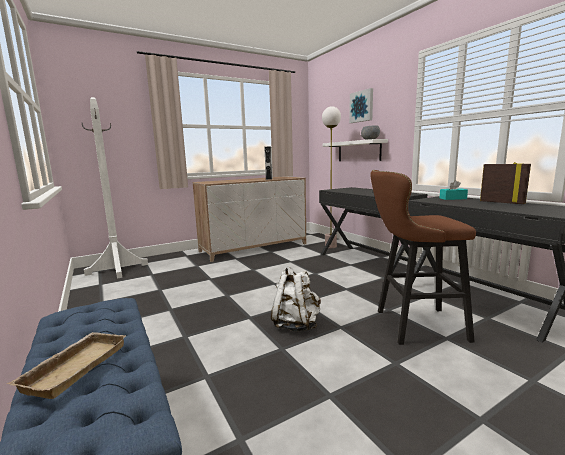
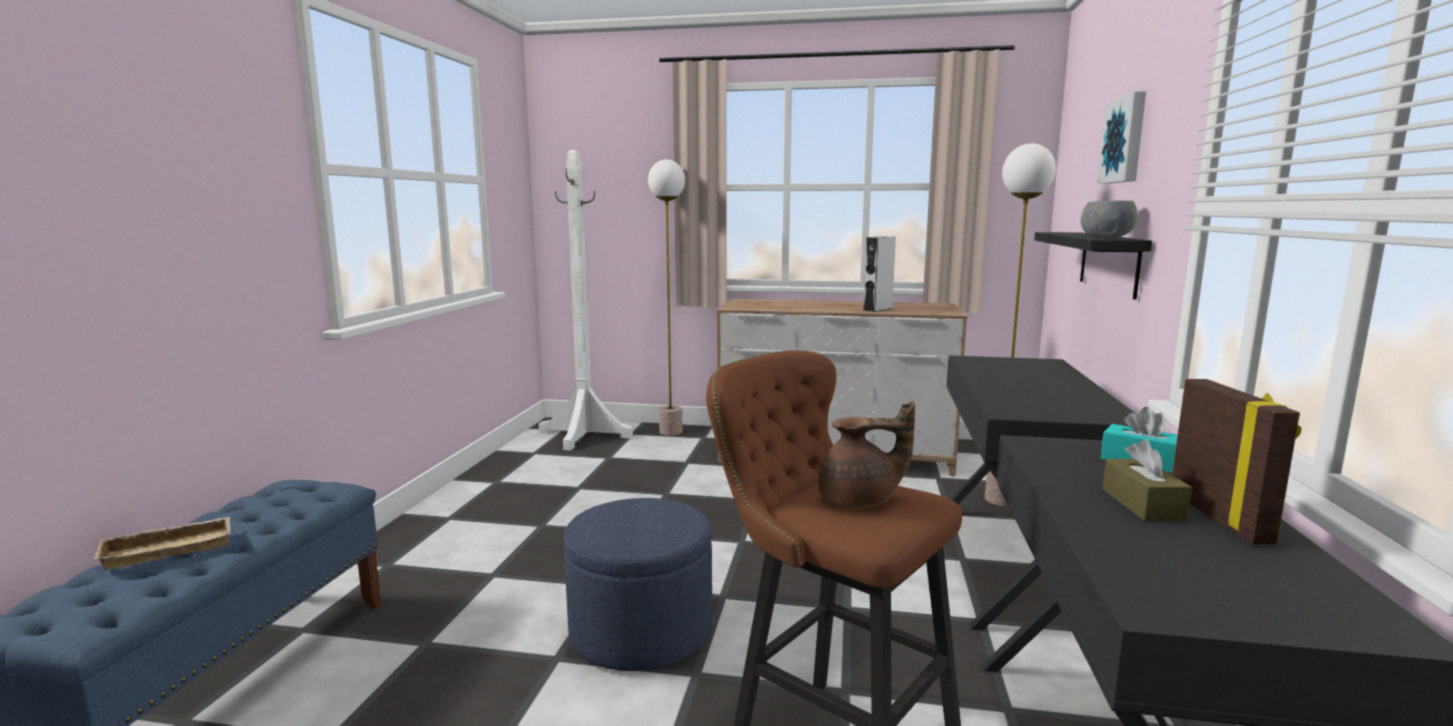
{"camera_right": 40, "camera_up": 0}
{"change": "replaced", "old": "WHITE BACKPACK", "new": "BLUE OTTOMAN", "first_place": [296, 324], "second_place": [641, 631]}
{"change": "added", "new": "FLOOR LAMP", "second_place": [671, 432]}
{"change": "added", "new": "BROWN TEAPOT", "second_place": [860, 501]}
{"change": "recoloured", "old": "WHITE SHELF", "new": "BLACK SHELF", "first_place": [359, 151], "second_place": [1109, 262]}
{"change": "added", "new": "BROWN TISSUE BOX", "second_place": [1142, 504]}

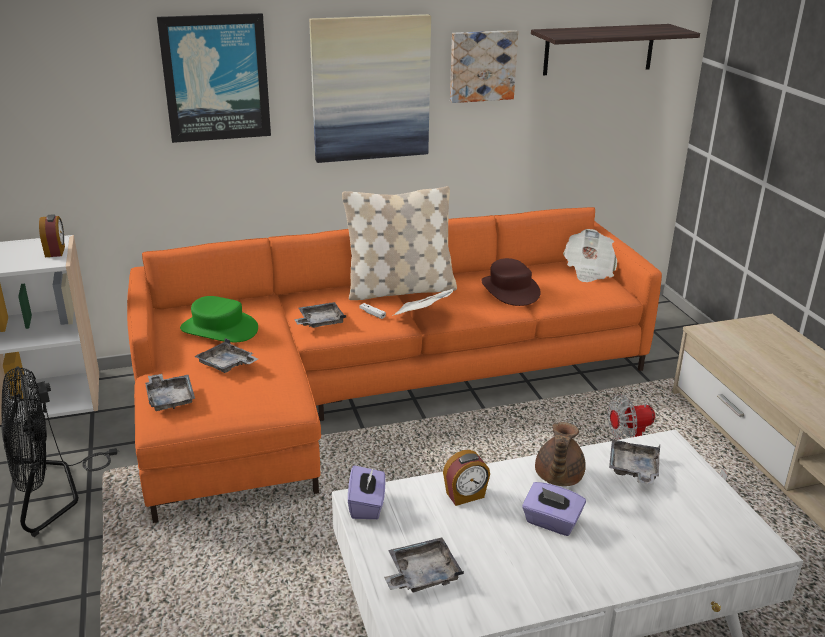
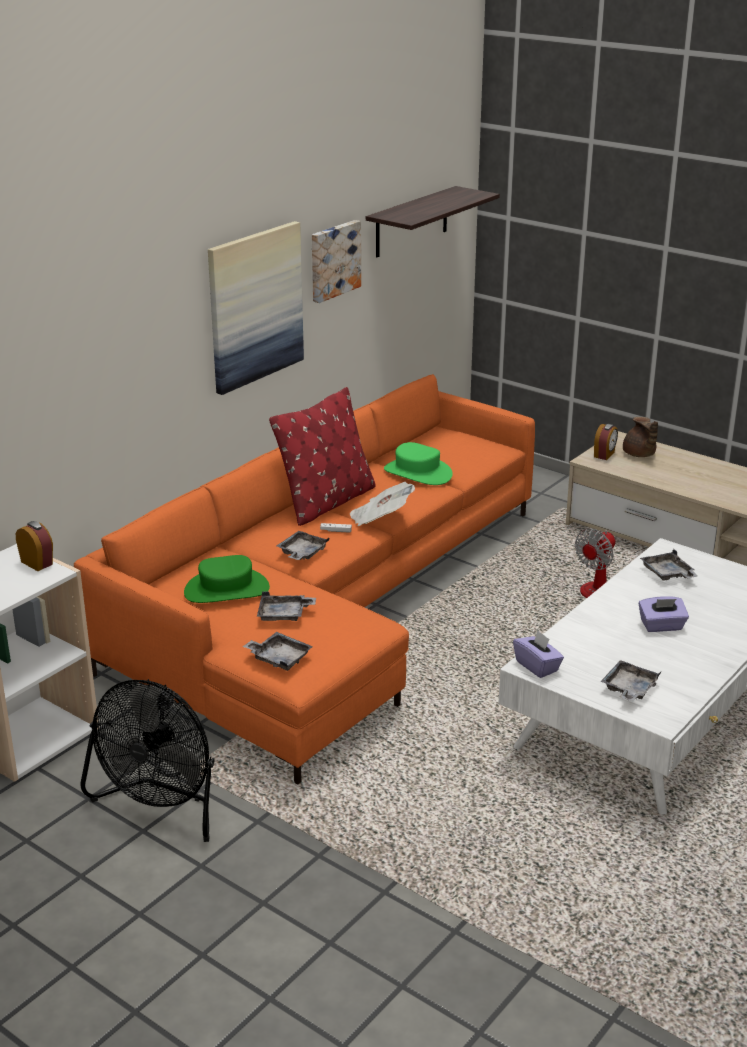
{"camera_right": -35, "camera_up": 0}
{"change": "recoloured", "old": "BEIGE PILLOW", "new": "RED PILLOW", "first_place": [400, 290], "second_place": [327, 502]}
{"change": "recoloured", "old": "BROWN HAT", "new": "GREEN HAT", "first_place": [509, 290], "second_place": [417, 473]}
{"change": "moved", "old": "ALARM CLOCK", "first_place": [465, 496], "second_place": [604, 455]}
{"change": "moved", "old": "BROWN TEAPOT", "first_place": [557, 477], "second_place": [639, 454]}
{"change": "removed", "old": "PICTURE", "first_place": [216, 78]}
{"change": "removed", "old": "NEWSPAPER", "first_place": [589, 270]}

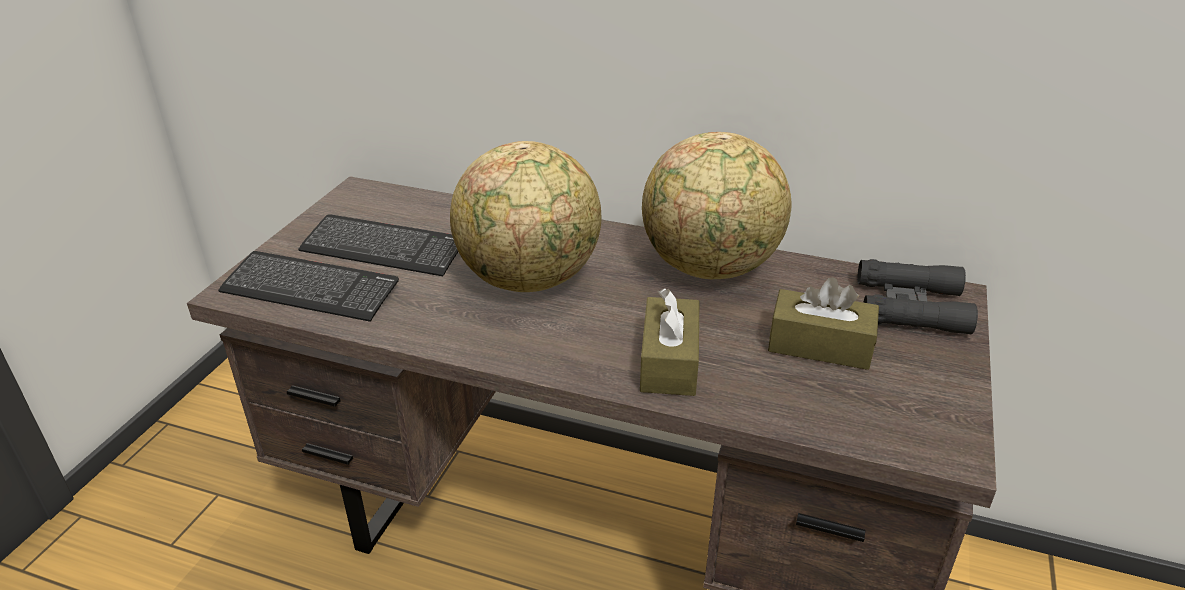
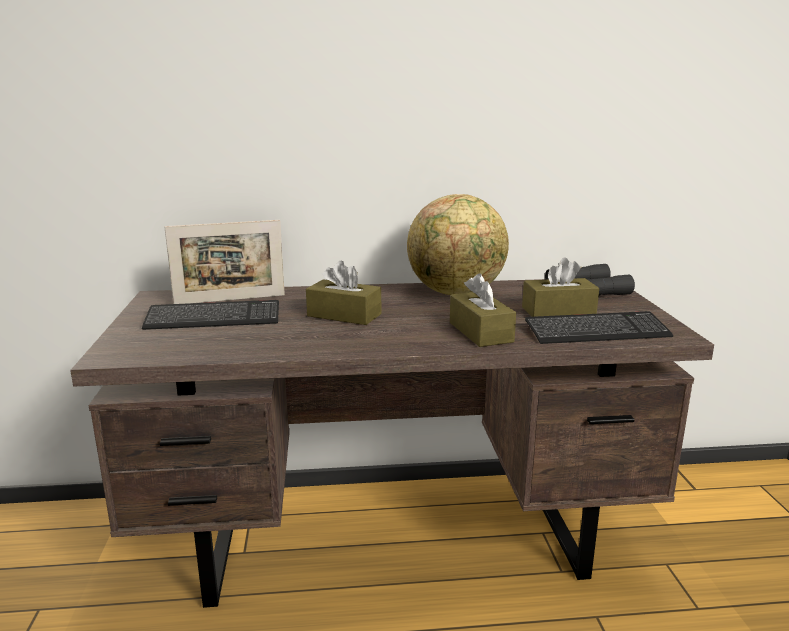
{"camera_right": -25, "camera_up": -15}
{"change": "added", "new": "PICTURE FRAME", "second_place": [230, 300]}
{"change": "replaced", "old": "GLOBE", "new": "BROWN TISSUE BOX", "first_place": [530, 280], "second_place": [344, 315]}
{"change": "moved", "old": "KEYBOARD", "first_place": [310, 289], "second_place": [596, 331]}

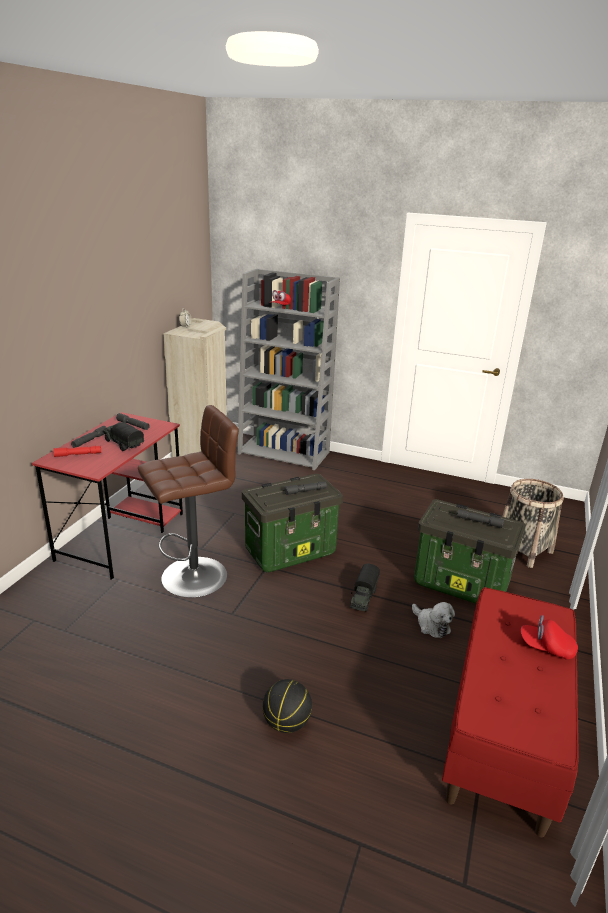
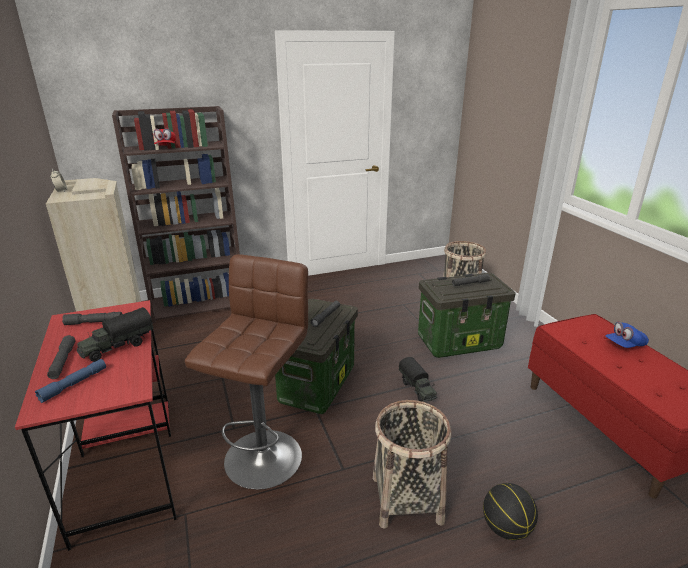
{"camera_right": -40, "camera_up": 0}
{"change": "recoloured", "old": "RED FLASHLIGHT", "new": "BLUE FLASHLIGHT", "first_place": [78, 454], "second_place": [74, 384]}
{"change": "turned", "old": "TOY TRUCK", "first_place": [123, 444], "second_place": [117, 347], "degrees": -45}
{"change": "recoloured", "old": "GREY BOOKCASE", "new": "BROWN BOOKCASE", "first_place": [285, 453], "second_place": [199, 303]}
{"change": "added", "new": "BASKET", "second_place": [407, 499]}
{"change": "recoloured", "old": "RED CAP", "new": "BLUE CAP", "first_place": [546, 647], "second_place": [624, 345]}
{"change": "removed", "old": "PLUSH TOY", "first_place": [431, 625]}

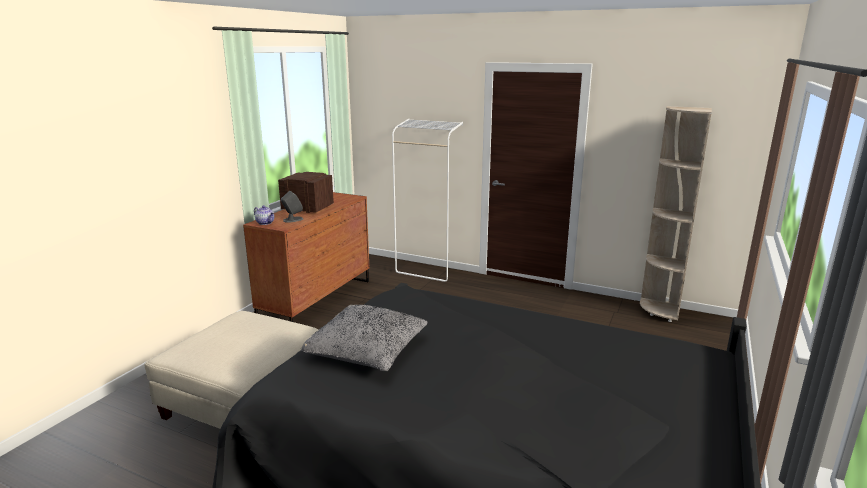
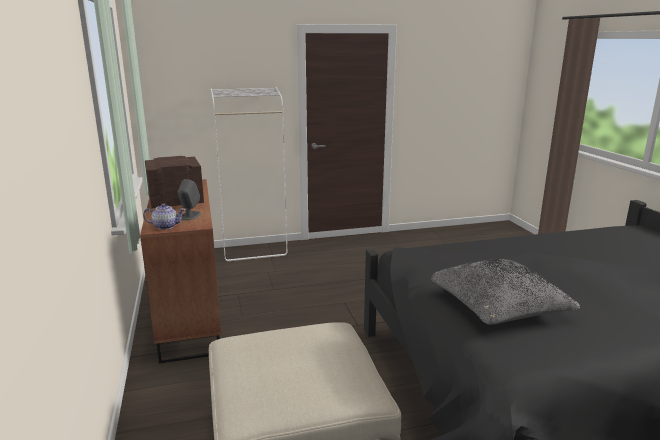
{"camera_right": -40, "camera_up": 0}
{"change": "removed", "old": "BEIGE BOOKCASE", "first_place": [659, 313]}

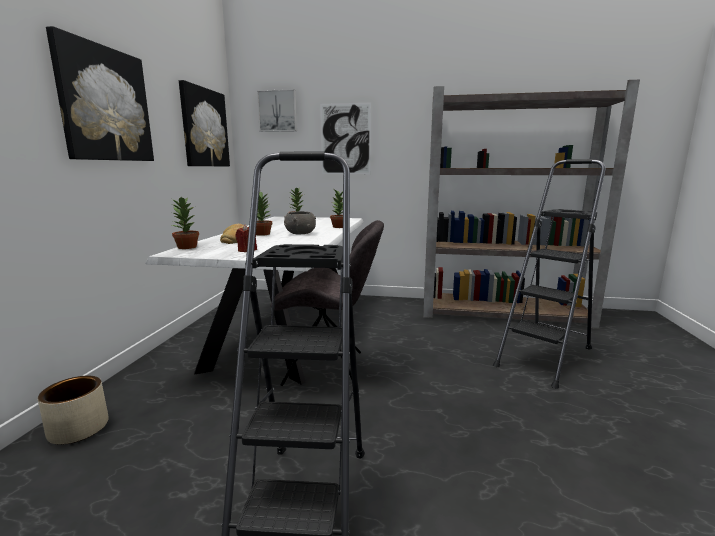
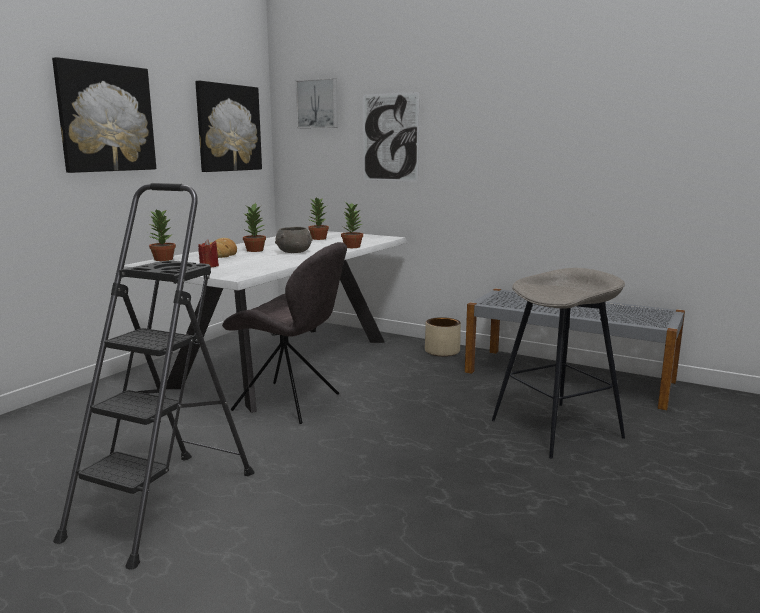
{"camera_right": 20, "camera_up": 0}
{"change": "moved", "old": "BEIGE PLANTER", "first_place": [78, 429], "second_place": [442, 351]}
{"change": "replaced", "old": "BROWN BOOKCASE", "new": "GREY BENCH", "first_place": [503, 312], "second_place": [568, 376]}
{"change": "replaced", "old": "STEP LADDER", "new": "GREY STOOL", "first_place": [545, 355], "second_place": [557, 429]}

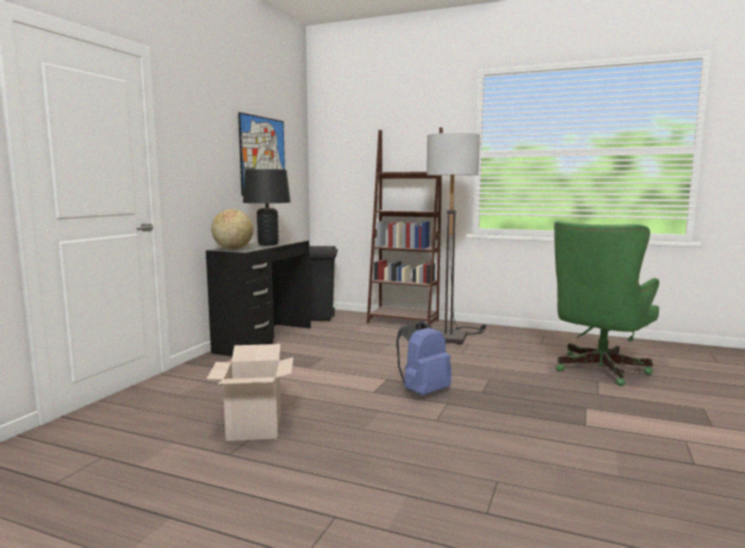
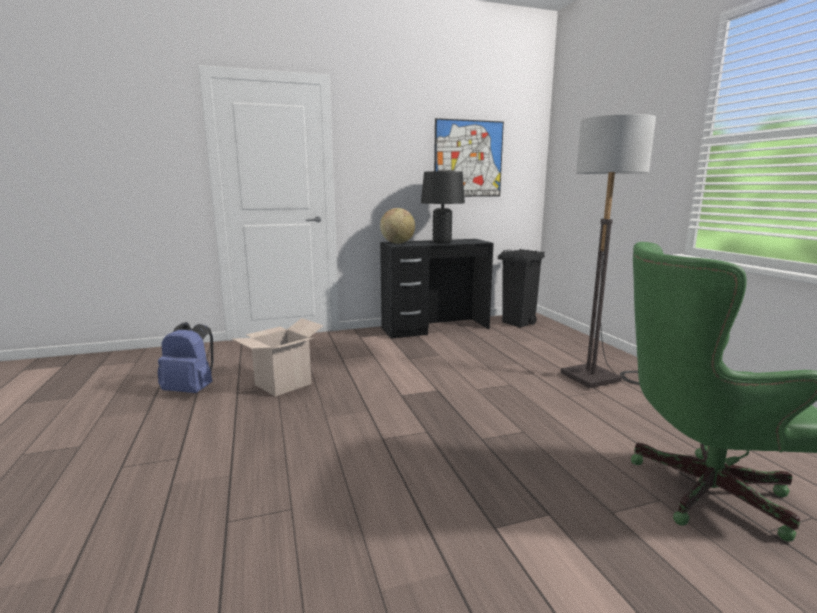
{"camera_right": 50, "camera_up": 5}
{"change": "moved", "old": "BLUE BACKPACK", "first_place": [423, 392], "second_place": [191, 390]}
{"change": "removed", "old": "BROWN BOOKCASE", "first_place": [403, 321]}

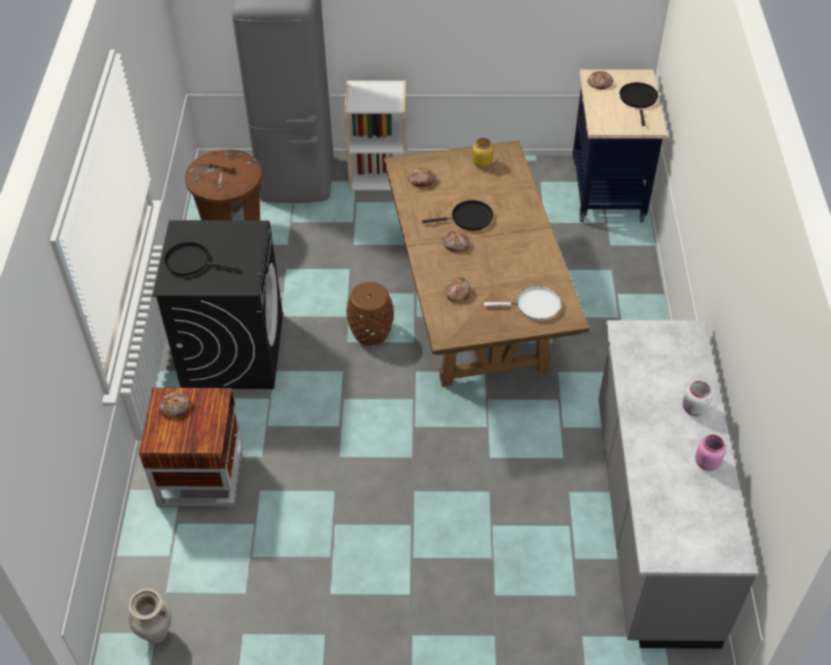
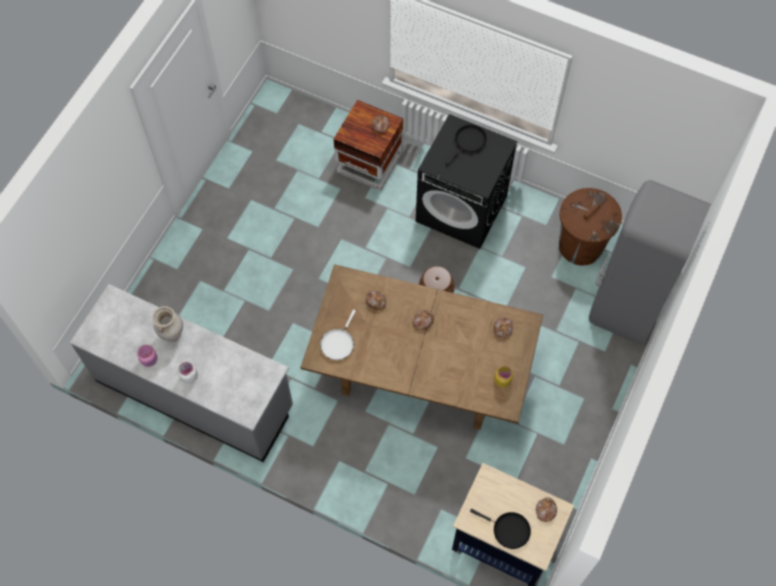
{"camera_right": 115, "camera_up": 15}
{"change": "moved", "old": "BEIGE VASE", "first_place": [156, 634], "second_place": [172, 335]}
{"change": "removed", "old": "WHITE BOOKCASE", "first_place": [379, 174]}
{"change": "removed", "old": "BLACK FRYING PAN", "first_place": [469, 218]}

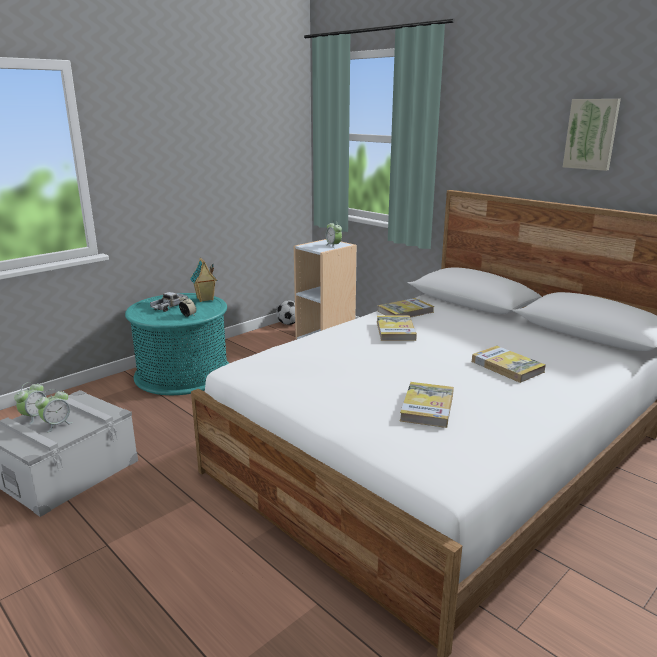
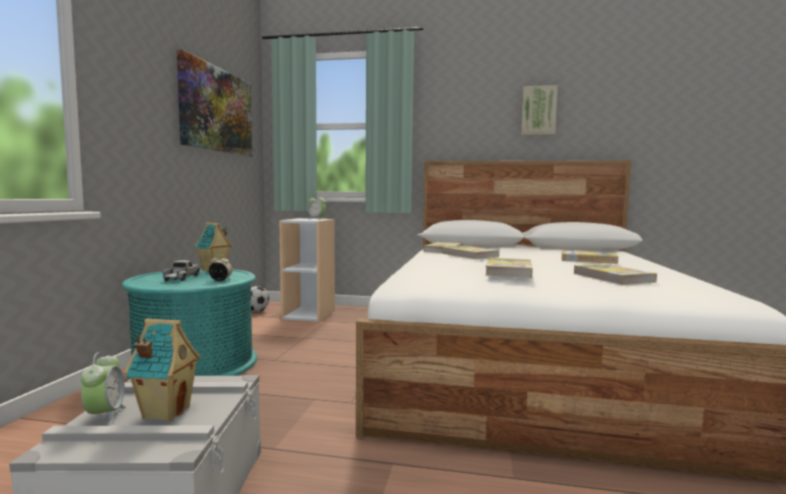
{"camera_right": -35, "camera_up": -15}
{"change": "replaced", "old": "ALARM CLOCK", "new": "TOY HOUSE", "first_place": [57, 425], "second_place": [165, 412]}
{"change": "added", "new": "PICTURE", "second_place": [217, 110]}
{"change": "added", "new": "BOOK", "second_place": [508, 271]}

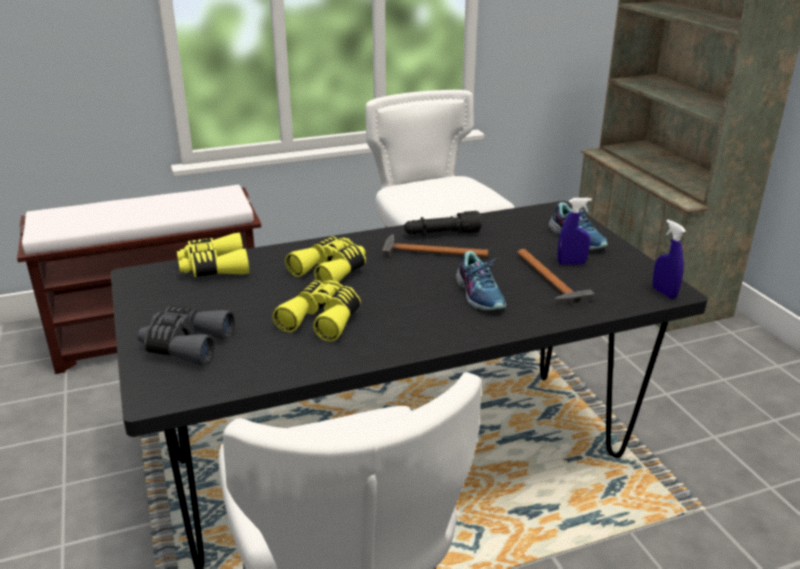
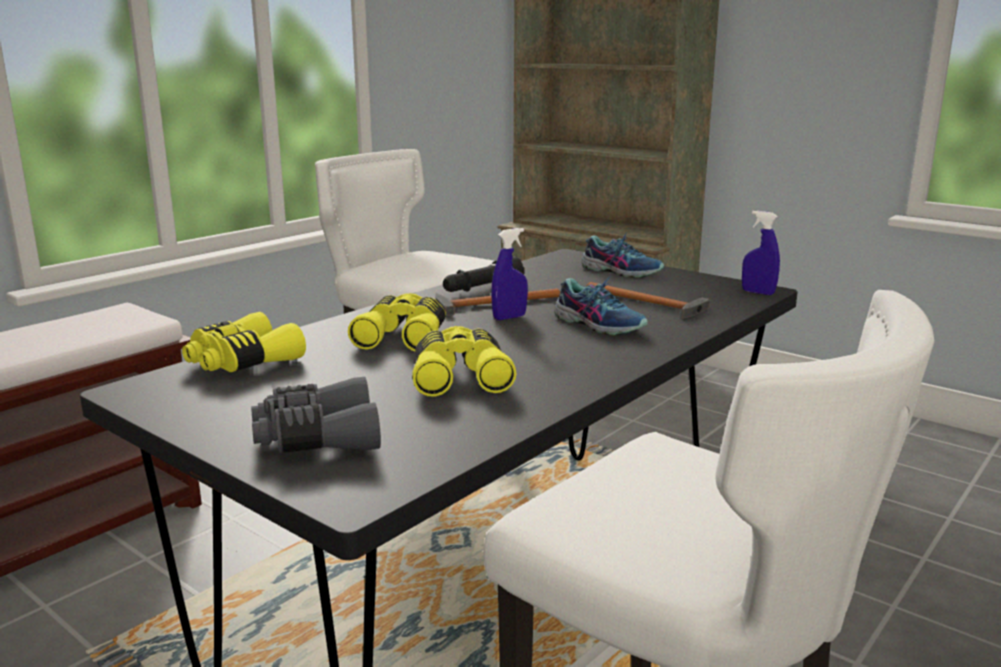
{"camera_right": -30, "camera_up": -10}
{"change": "moved", "old": "BLUE SPRAY BOTTLE", "first_place": [571, 263], "second_place": [509, 317]}

